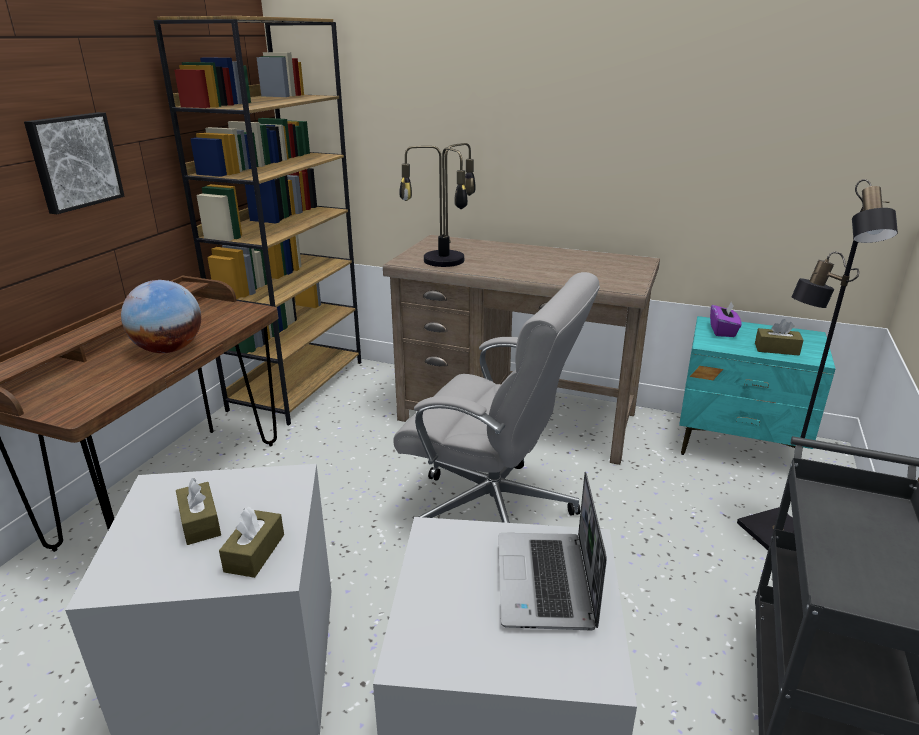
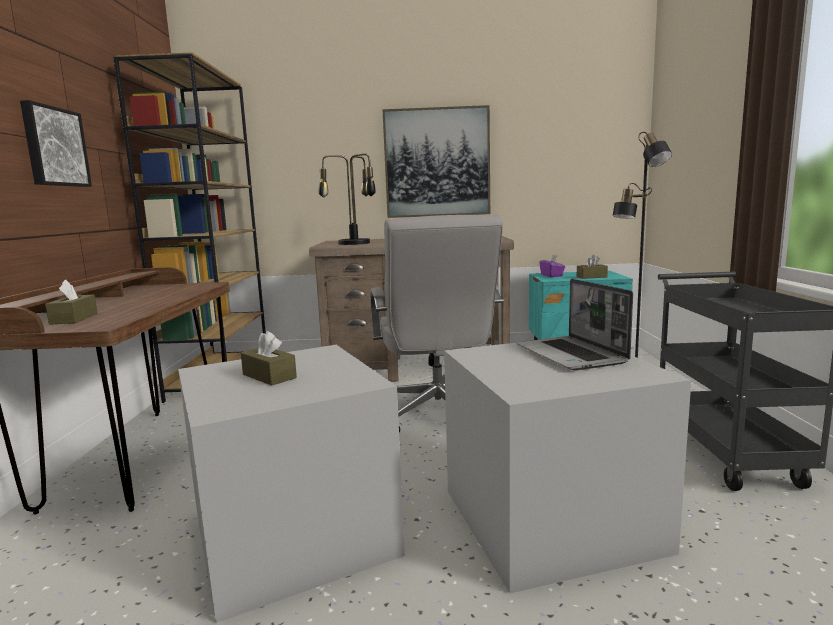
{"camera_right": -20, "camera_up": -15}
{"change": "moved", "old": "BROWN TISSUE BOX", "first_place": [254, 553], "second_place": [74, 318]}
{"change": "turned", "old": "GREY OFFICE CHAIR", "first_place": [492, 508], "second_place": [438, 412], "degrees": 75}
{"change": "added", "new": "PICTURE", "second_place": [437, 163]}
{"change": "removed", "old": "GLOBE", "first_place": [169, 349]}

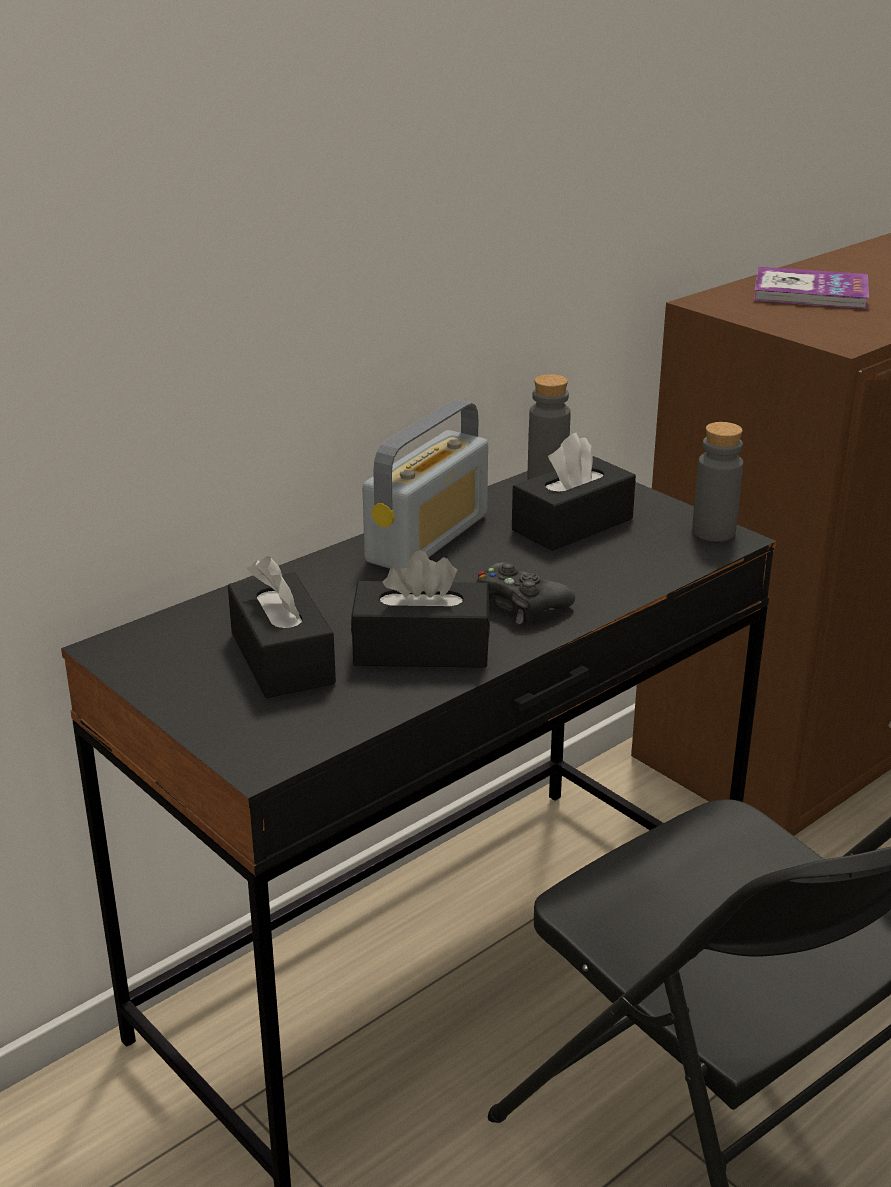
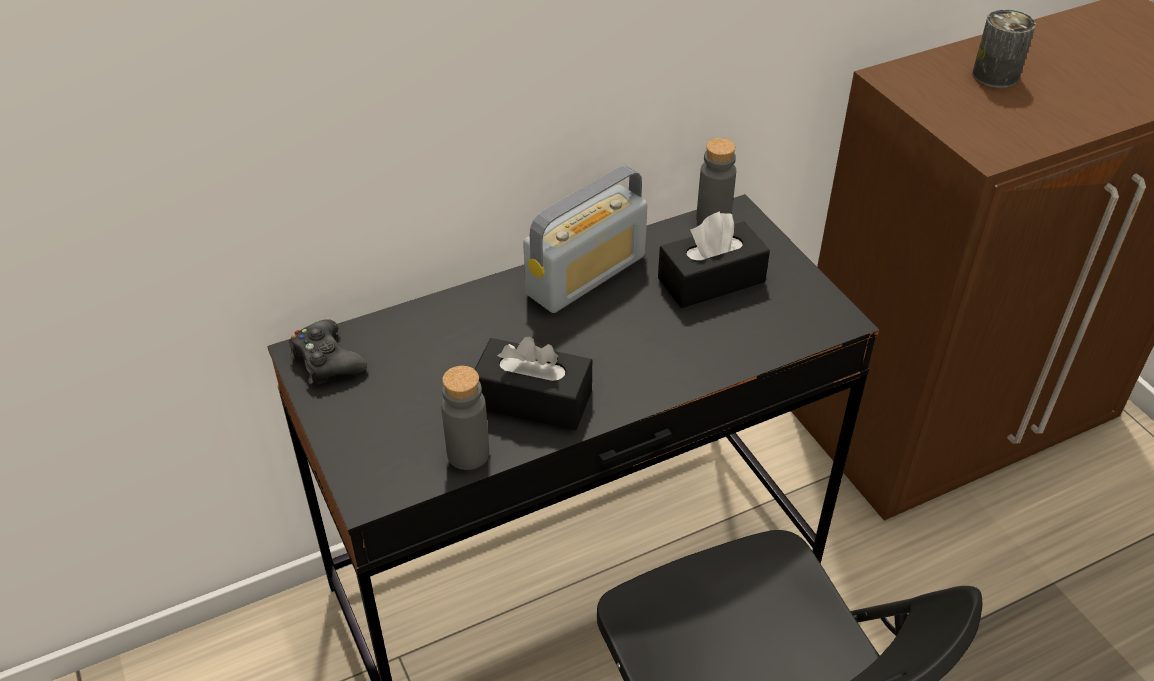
{"camera_right": 15, "camera_up": 15}
{"change": "moved", "old": "BLACK GAME CONTROLLER", "first_place": [518, 605], "second_place": [326, 361]}
{"change": "moved", "old": "GREY BOTTLE", "first_place": [713, 532], "second_place": [468, 454]}
{"change": "replaced", "old": "BOOK", "new": "CAN", "first_place": [810, 292], "second_place": [995, 75]}
{"change": "removed", "old": "BLACK TISSUE BOX", "first_place": [282, 658]}

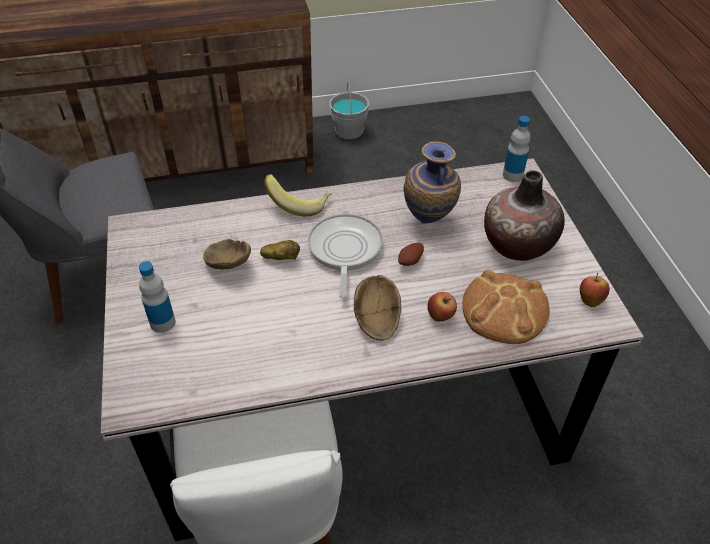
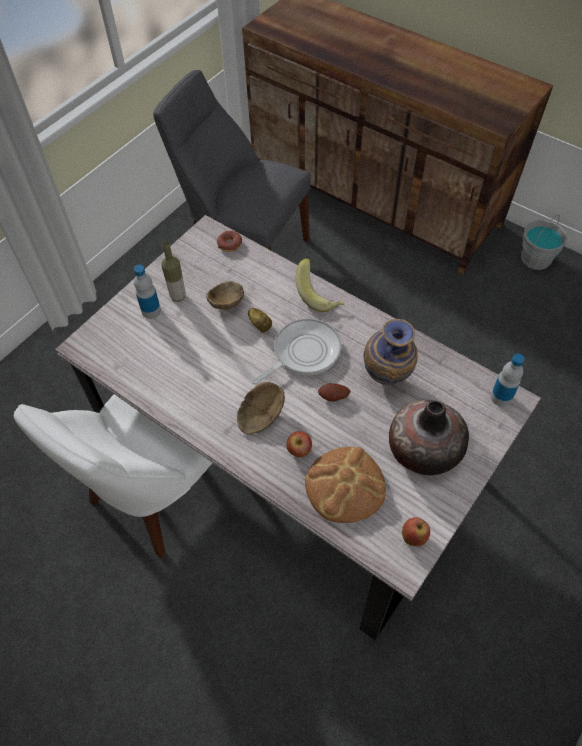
{"camera_right": 50, "camera_up": 10}
{"change": "added", "new": "BOTTLE", "second_place": [178, 296]}
{"change": "added", "new": "DONUT", "second_place": [229, 244]}

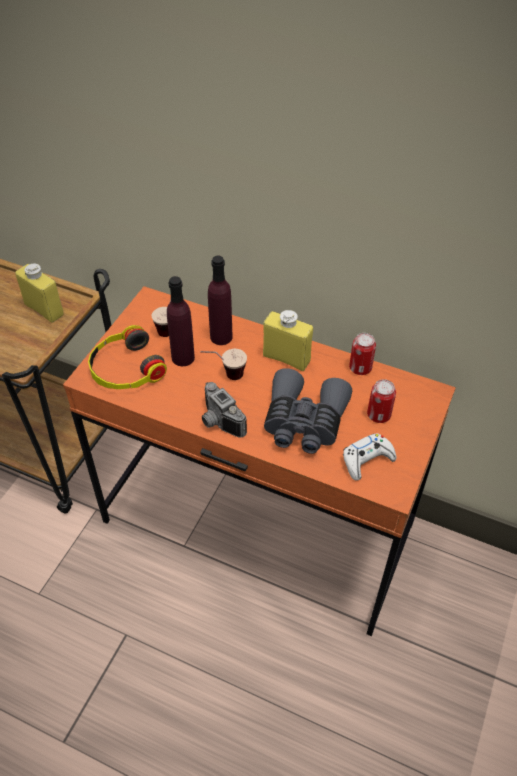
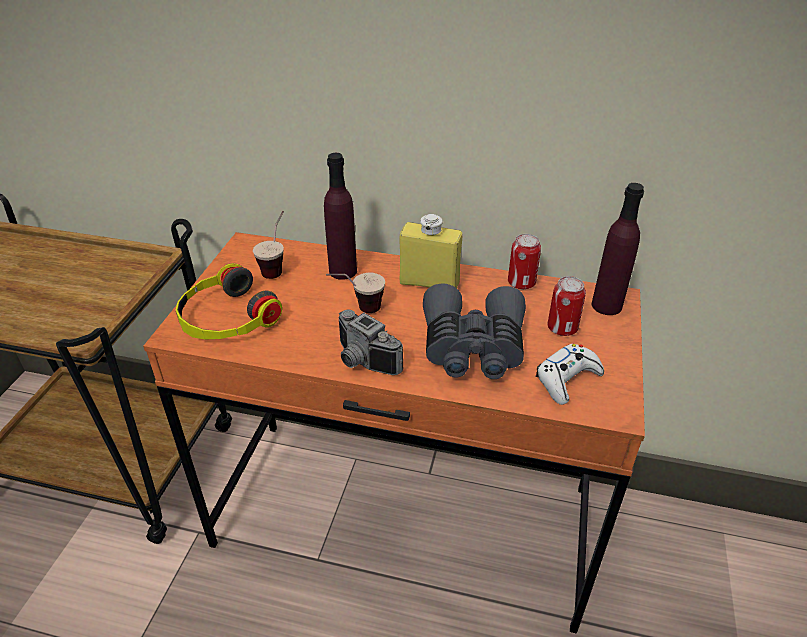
{"camera_right": -10, "camera_up": -10}
{"change": "moved", "old": "PURPLE BOTTLE", "first_place": [183, 357], "second_place": [606, 305]}
{"change": "removed", "old": "YELLOW BOTTLE", "first_place": [44, 309]}

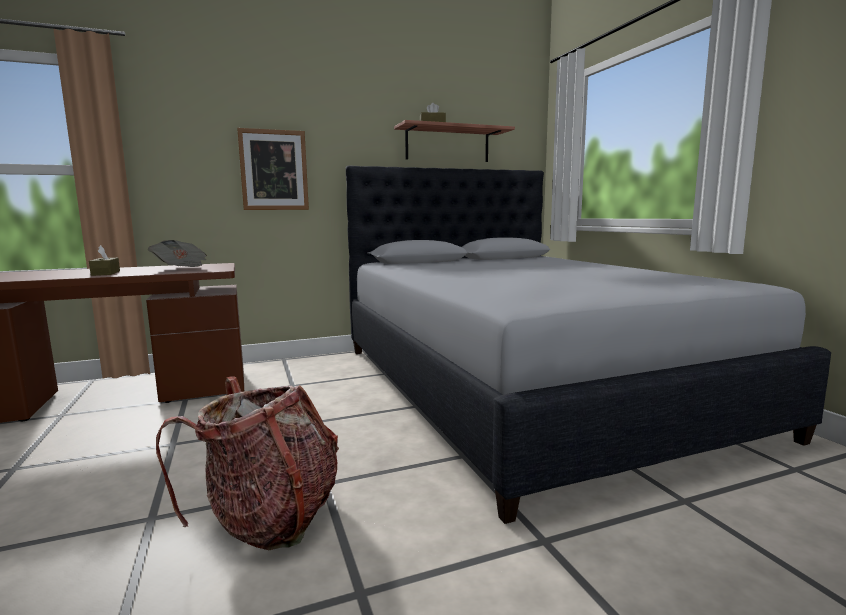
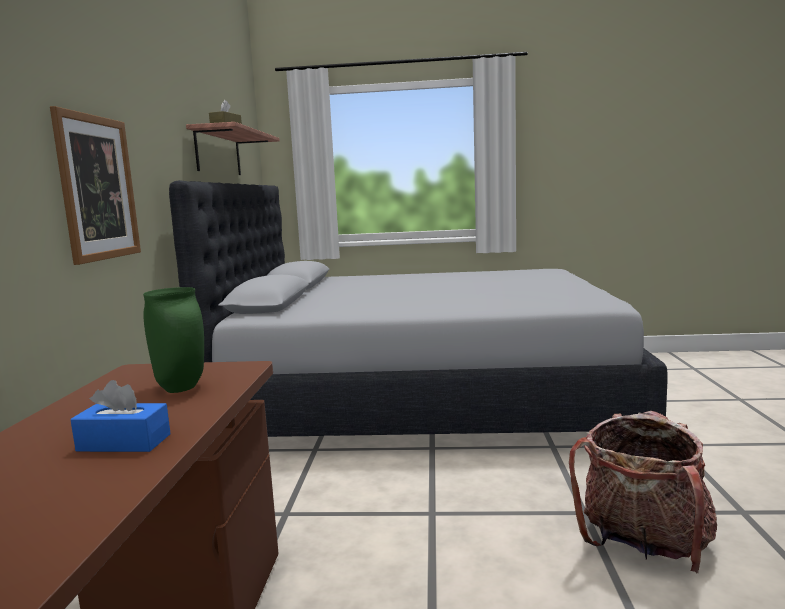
{"camera_right": -65, "camera_up": 0}
{"change": "recoloured", "old": "BROWN TISSUE BOX", "new": "BLUE TISSUE BOX", "first_place": [105, 273], "second_place": [124, 442]}
{"change": "replaced", "old": "NEWSPAPER", "new": "GREEN VASE", "first_place": [182, 269], "second_place": [179, 389]}

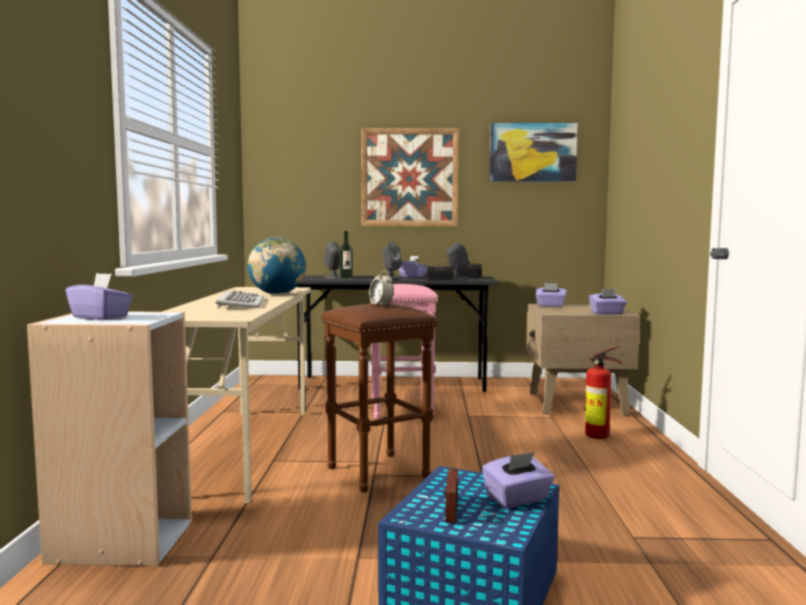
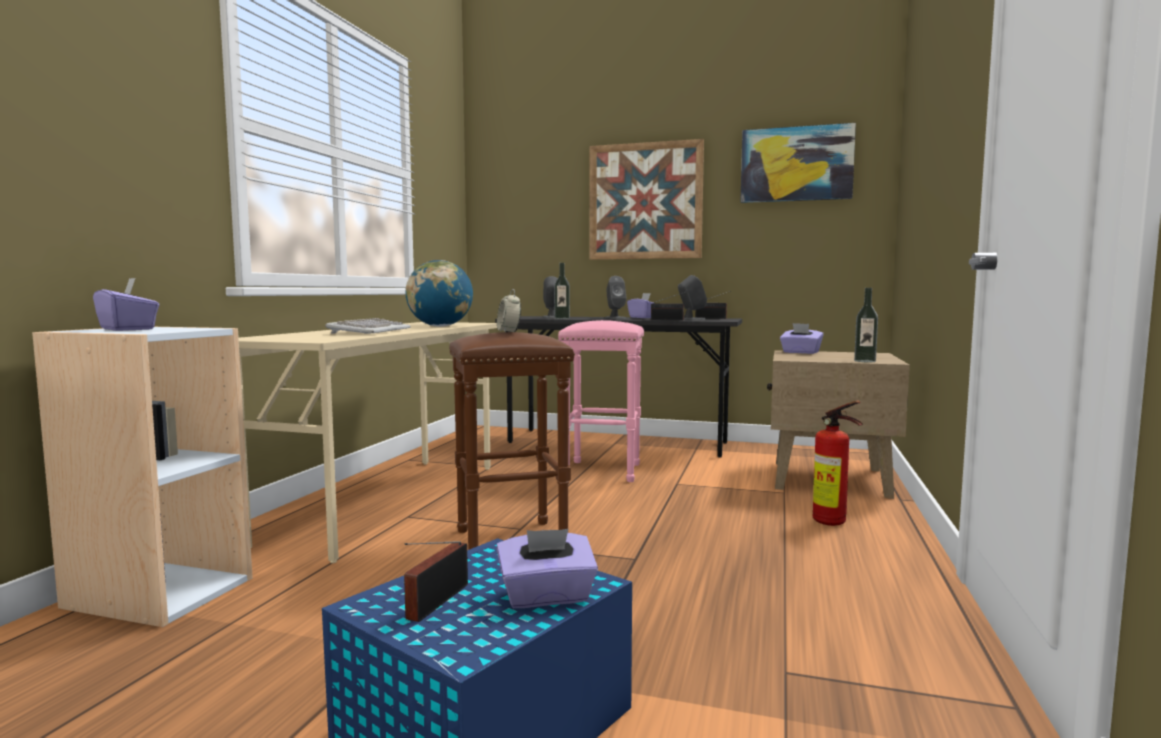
{"camera_right": 15, "camera_up": 0}
{"change": "replaced", "old": "PURPLE TISSUE BOX", "new": "BOTTLE", "first_place": [607, 313], "second_place": [865, 361]}

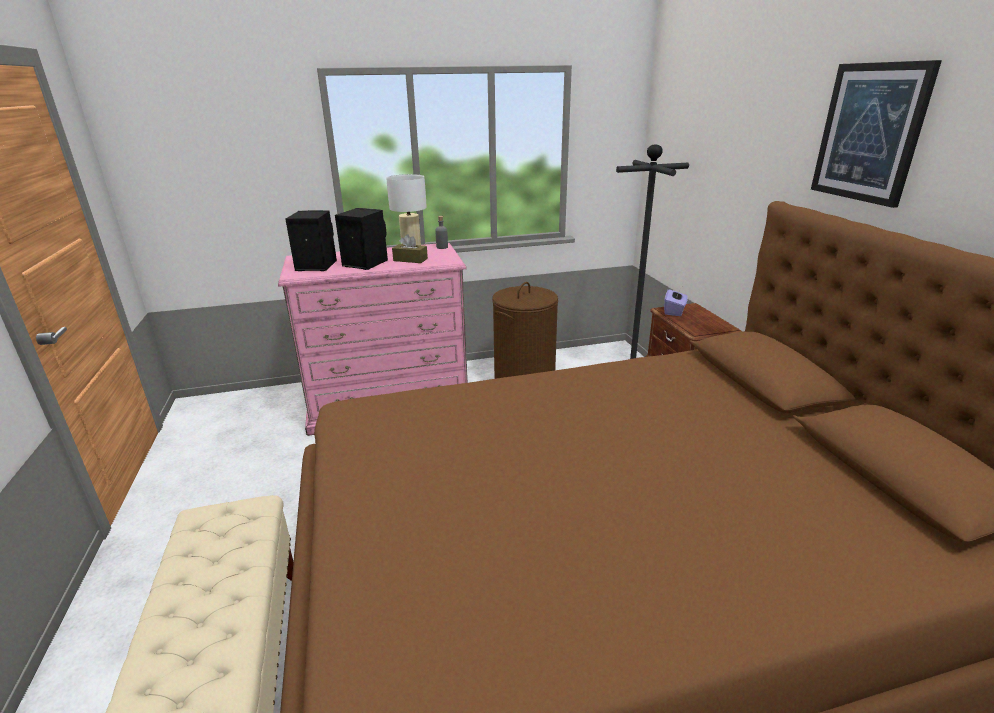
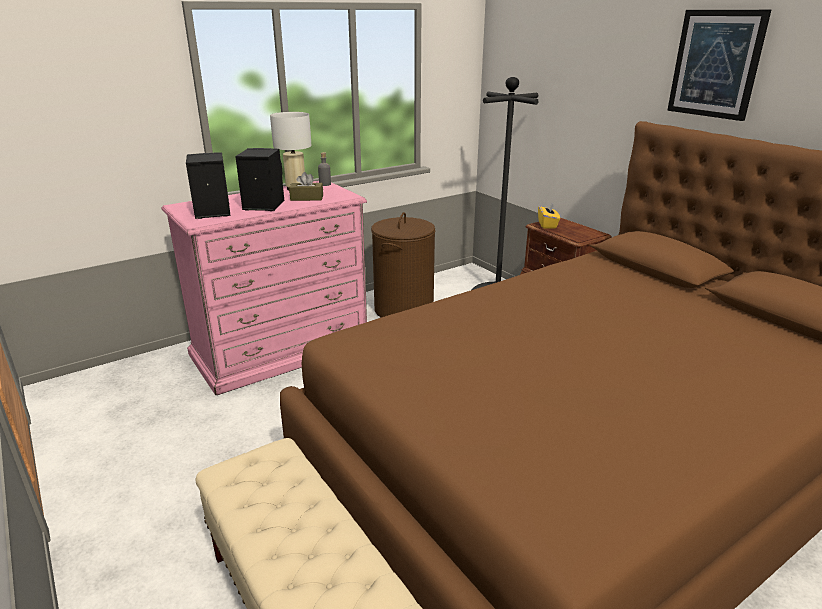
{"camera_right": -20, "camera_up": 0}
{"change": "recoloured", "old": "PURPLE TISSUE BOX", "new": "YELLOW TISSUE BOX", "first_place": [674, 311], "second_place": [547, 225]}

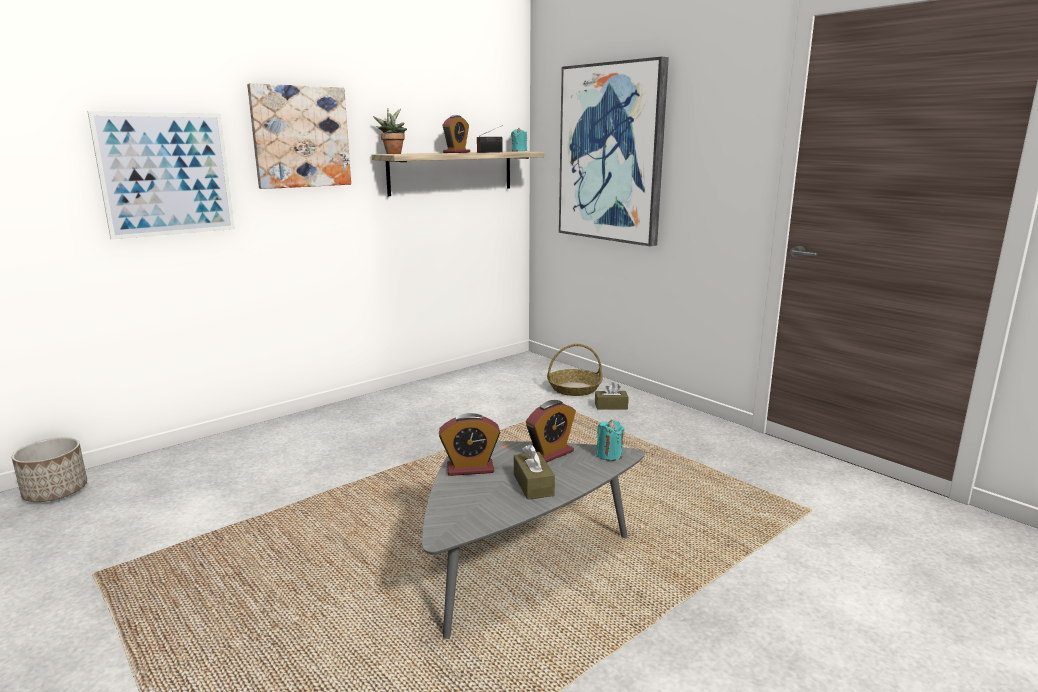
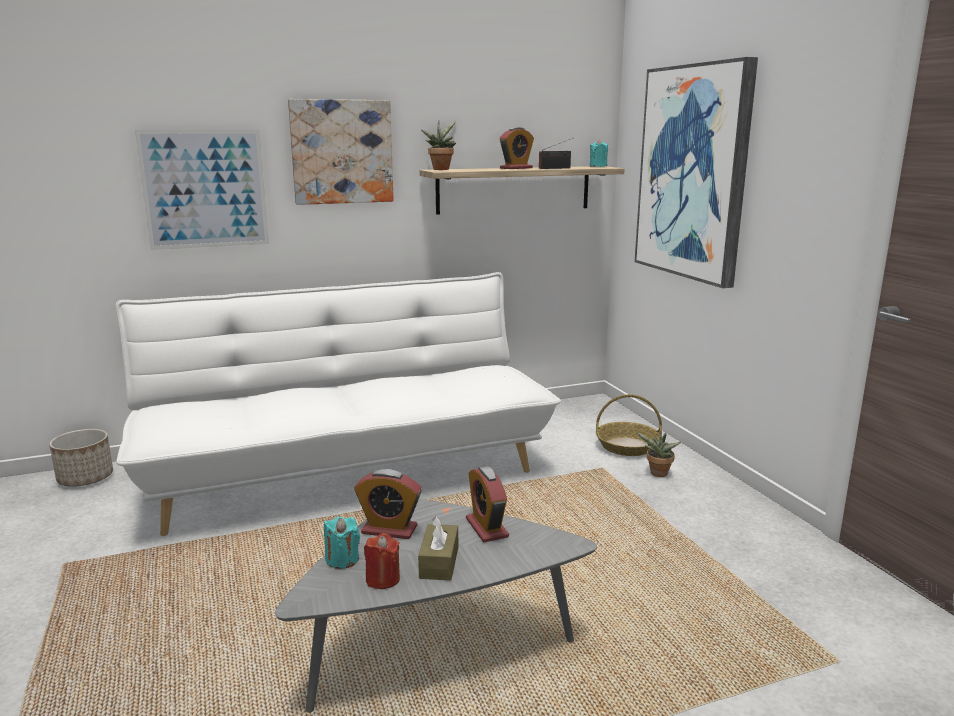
{"camera_right": 20, "camera_up": 0}
{"change": "added", "new": "WHITE SOFA", "second_place": [346, 468]}
{"change": "moved", "old": "TURQUOISE CANDLE", "first_place": [609, 455], "second_place": [342, 559]}
{"change": "added", "new": "RED CANDLE", "second_place": [383, 579]}
{"change": "turned", "old": "ALARM CLOCK", "first_place": [550, 453], "second_place": [486, 528], "degrees": 90}
{"change": "replaced", "old": "BROWN TISSUE BOX", "new": "POTTED PLANT", "first_place": [611, 406], "second_place": [657, 474]}

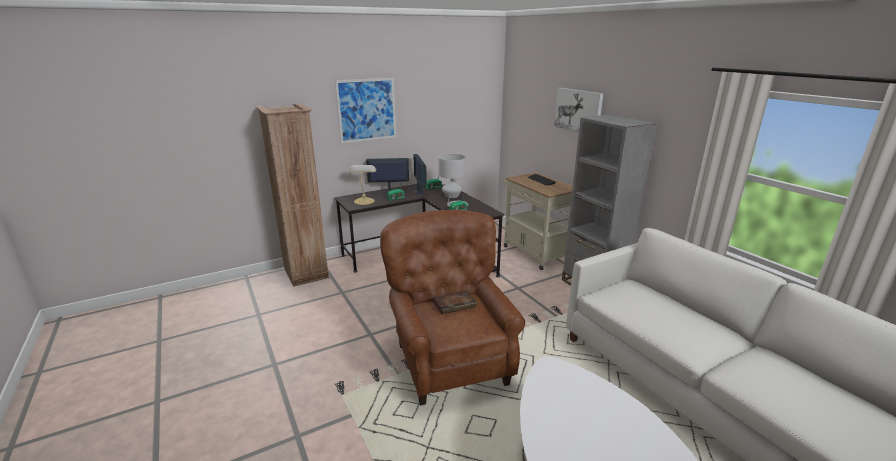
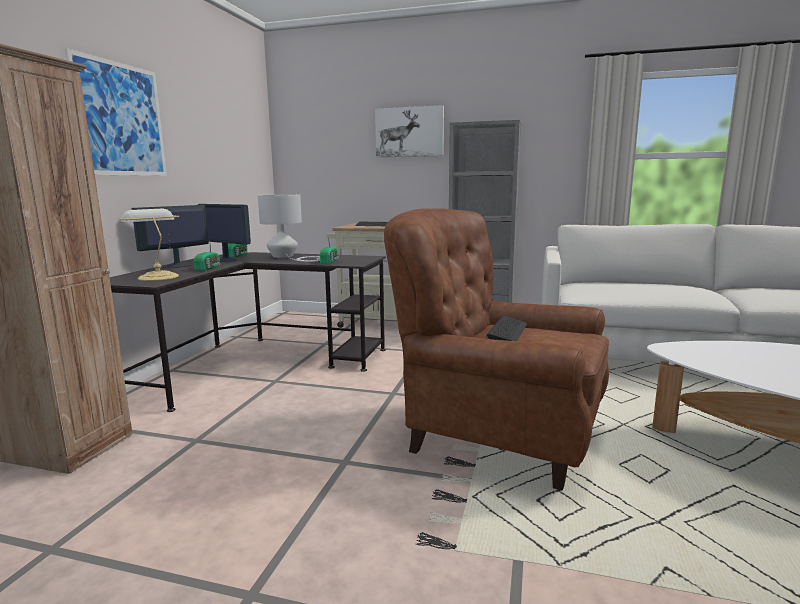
{"camera_right": -45, "camera_up": -10}
{"change": "replaced", "old": "BOOK", "new": "KEYBOARD", "first_place": [455, 304], "second_place": [507, 331]}

